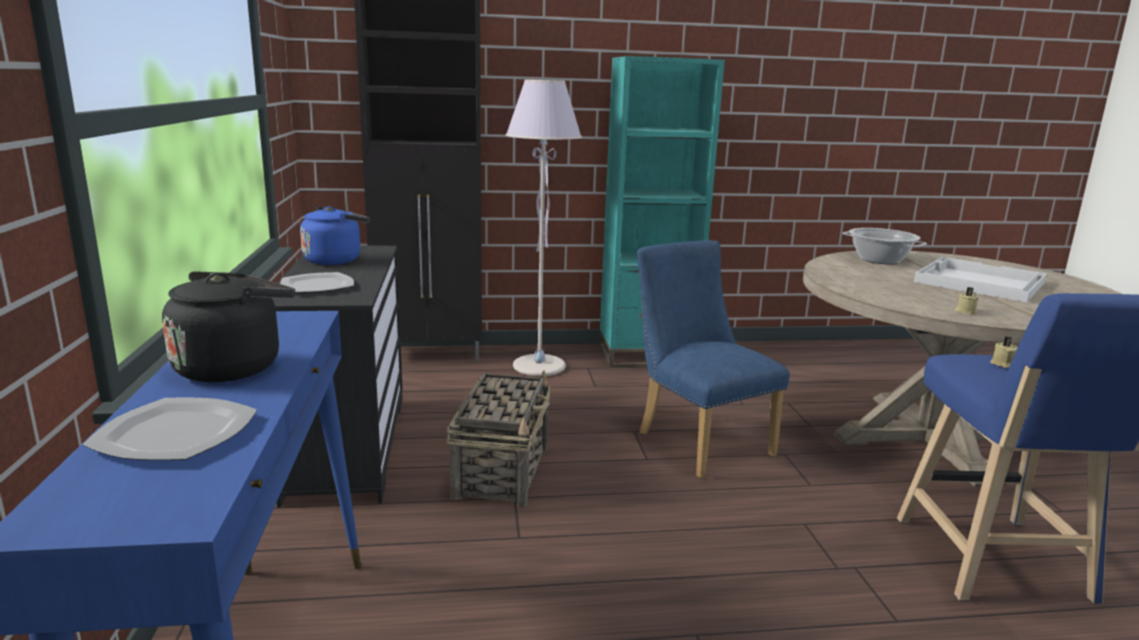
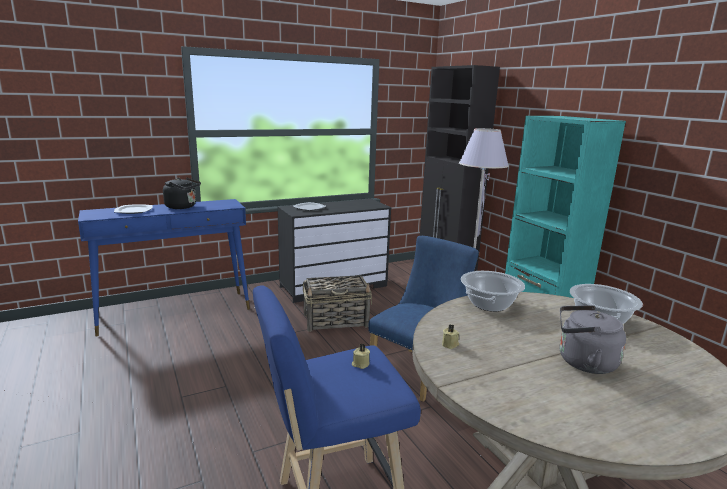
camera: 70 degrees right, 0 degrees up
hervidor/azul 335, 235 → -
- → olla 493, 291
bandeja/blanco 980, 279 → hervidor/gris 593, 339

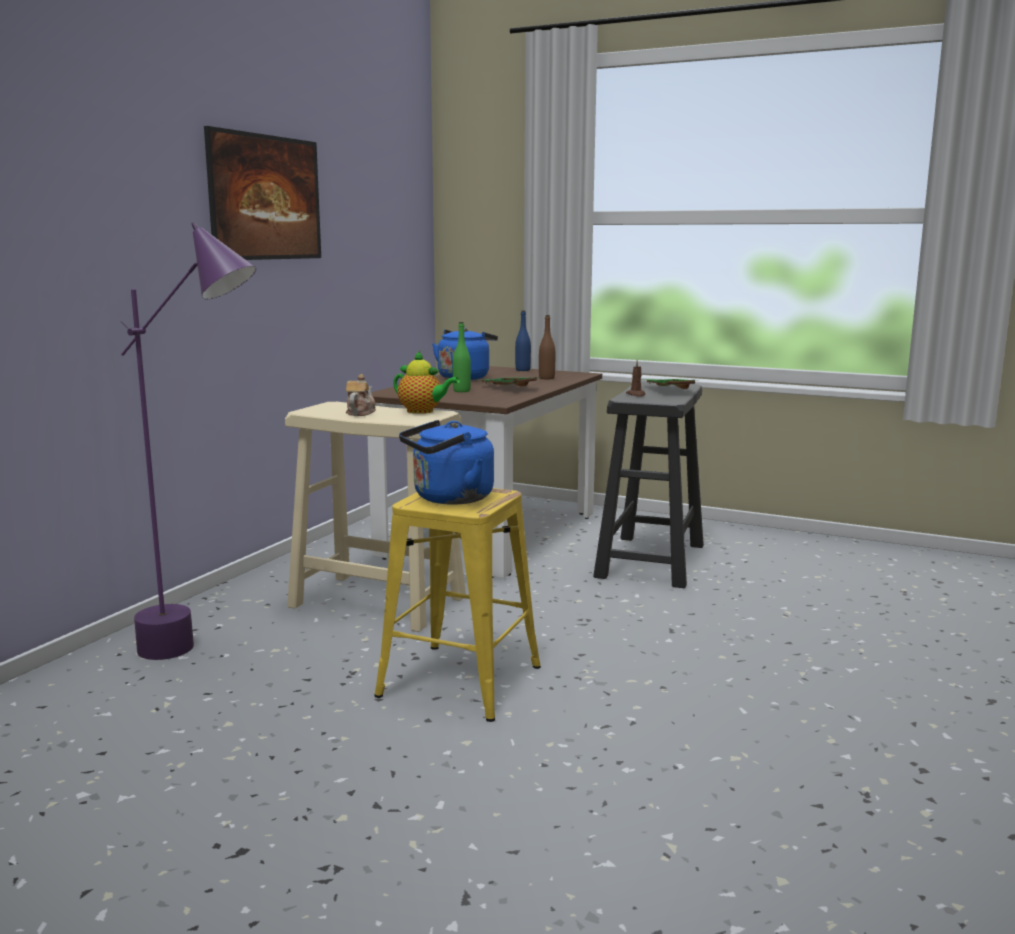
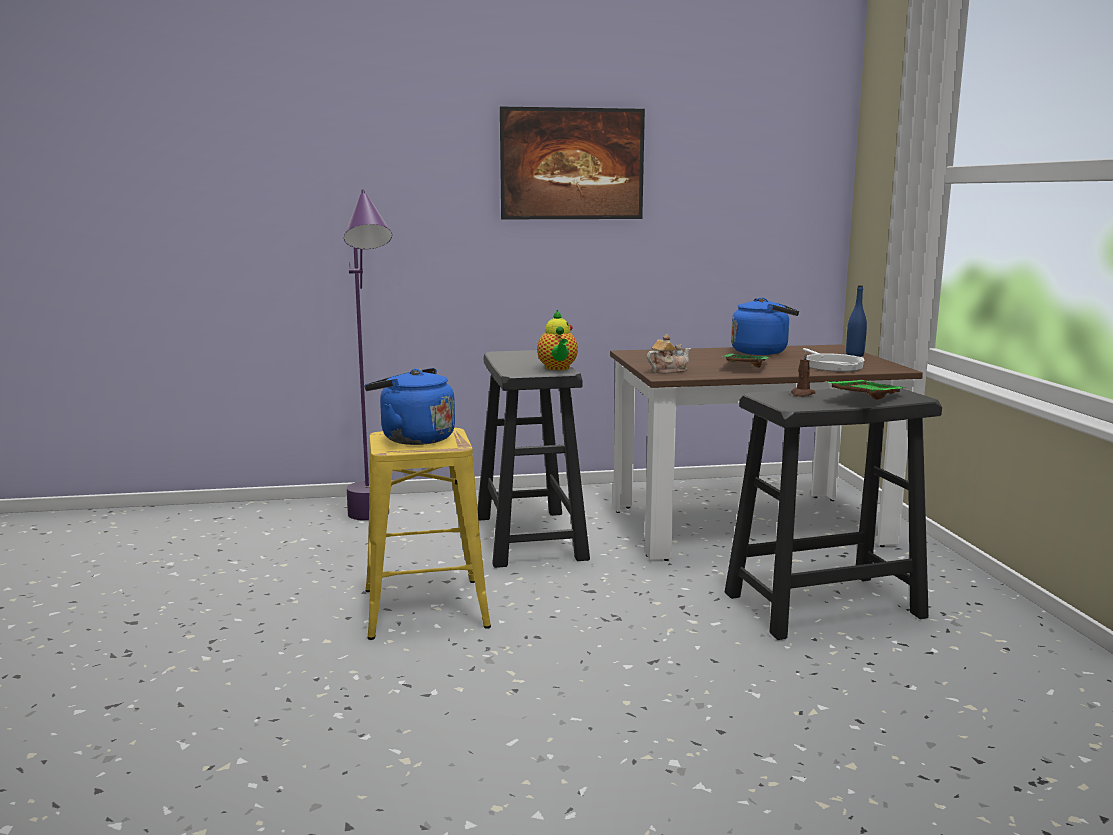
camera: 55 degrees right, 0 degrees up
botella/verde 462, 357 → -
tetera 361, 395 → tetera 669, 354, relocated
botella/marrón 547, 347 → sartén 833, 360
taburete/beis 375, 517 → taburete/negro 533, 459

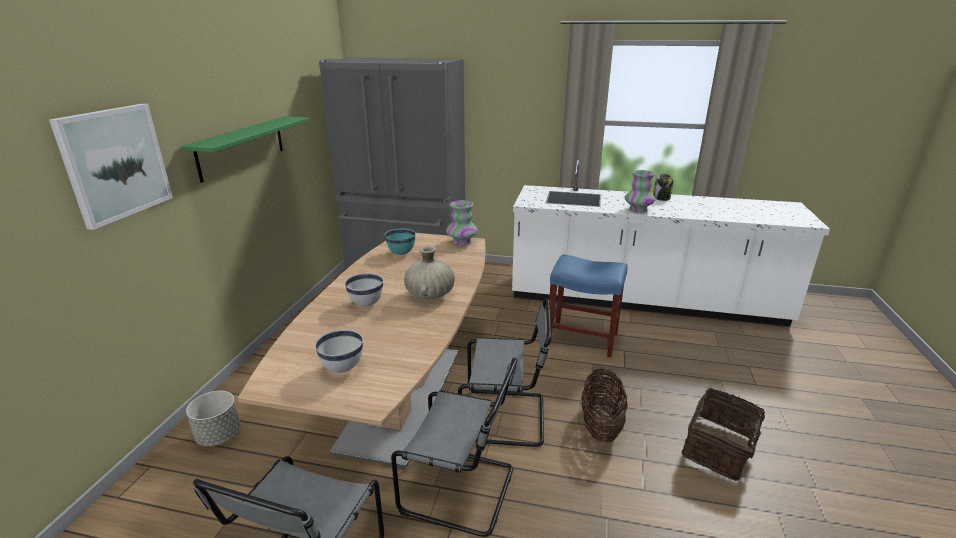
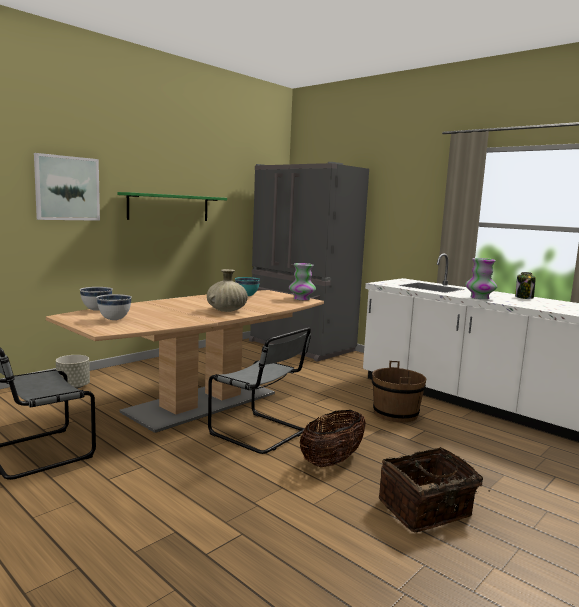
camera: 30 degrees right, 15 degrees down
silla/gris 454, 447 → -
cuenco/blanco 364, 289 → cuenco/blanco 96, 299, relocated
taburete/azul 587, 306 → cubo/marrón 399, 391

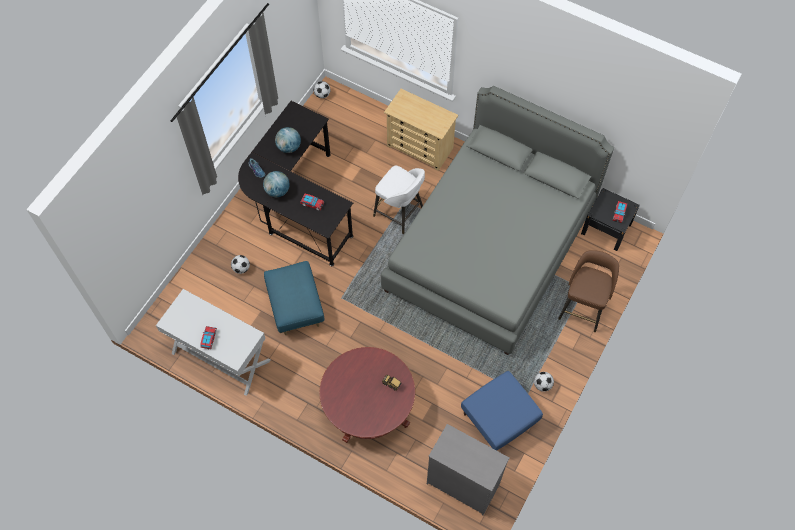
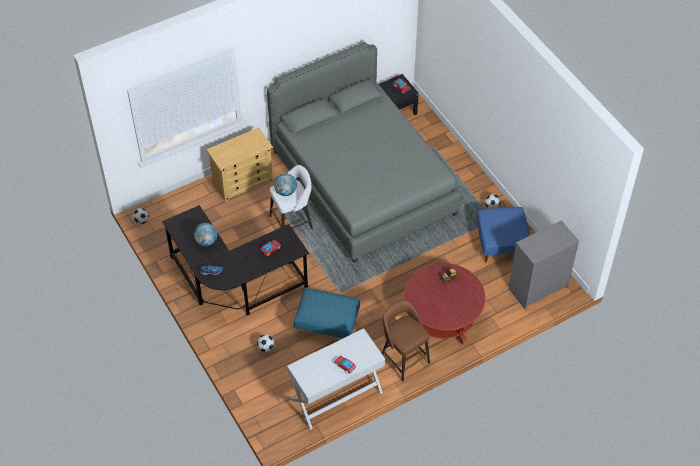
camera: 60 degrees left, 10 degrees down
globo terráqueo 276, 184 → globo terráqueo 285, 184, relocated
taburete/marrón 588, 291 → taburete/marrón 405, 341, relocated

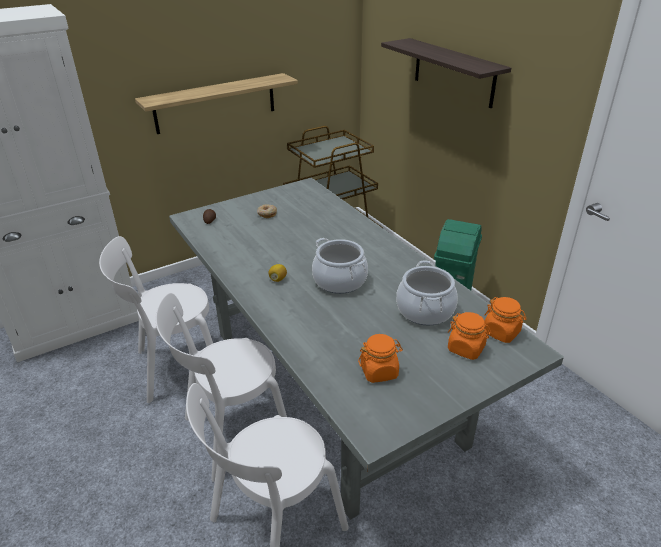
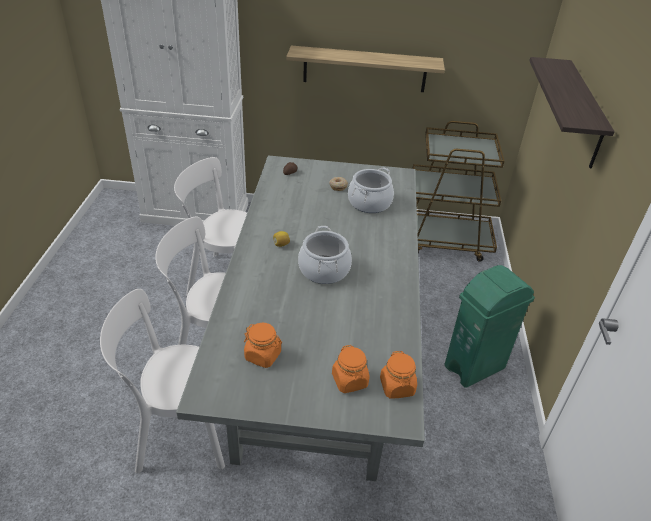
camera: 35 degrees right, 5 degrees up
olla 427, 293 → olla 371, 190, relocated

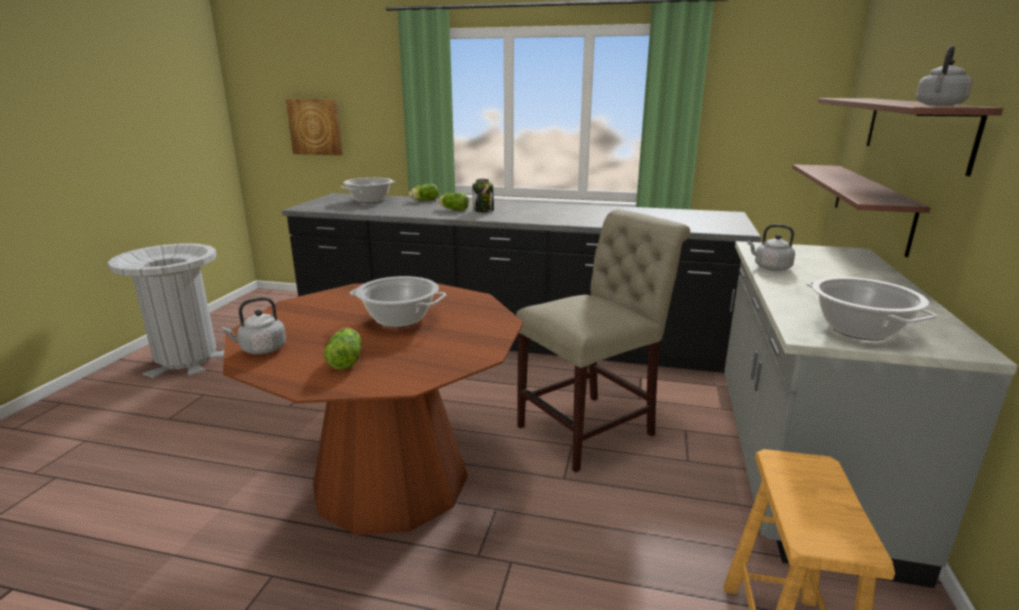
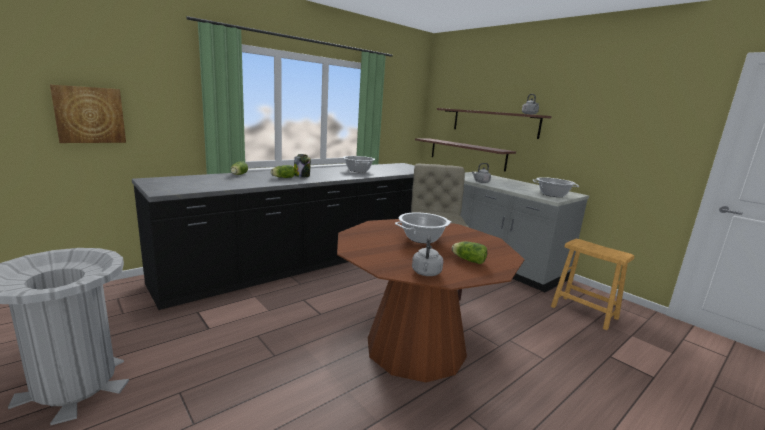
camera: 55 degrees left, 5 degrees down
olla 368, 190 → olla 359, 164, relocated

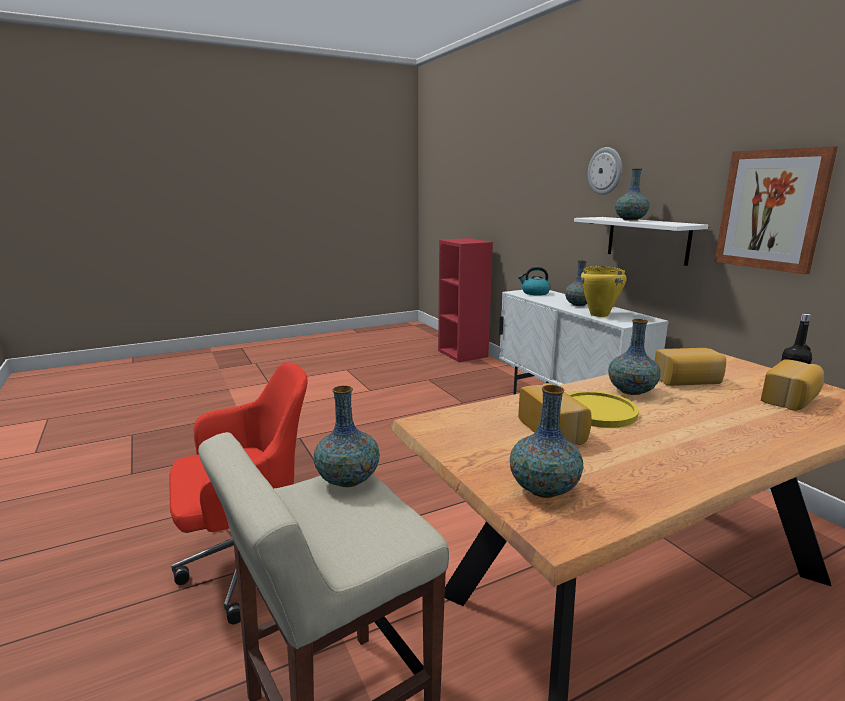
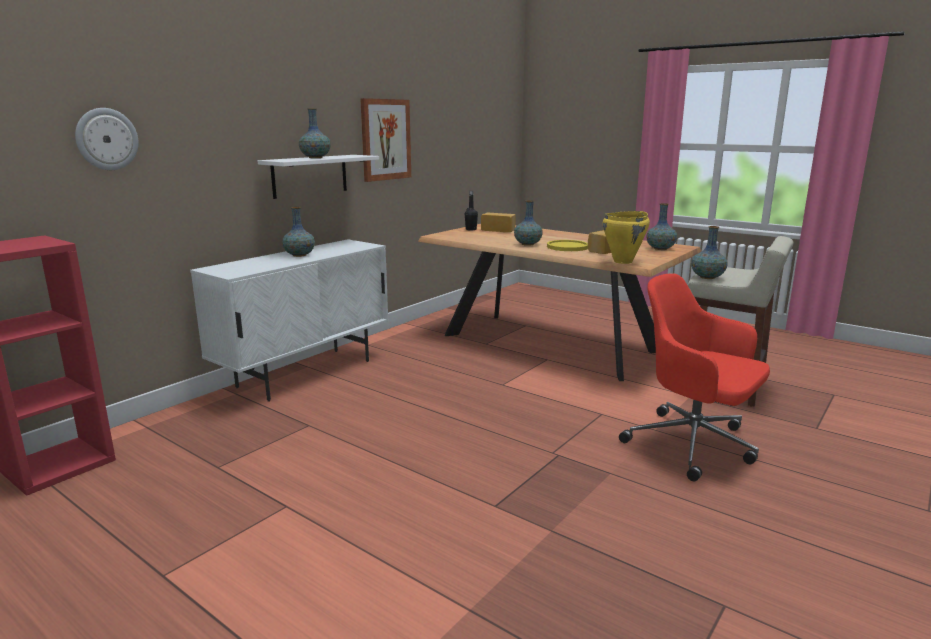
camera: 115 degrees left, 0 degrees up
hervidor 534, 281 → -
pan 690, 367 → -
olla/amarillo 604, 291 → olla/amarillo 626, 237, relocated
reloj de pared 605, 171 → reloj de pared 107, 139, relocated

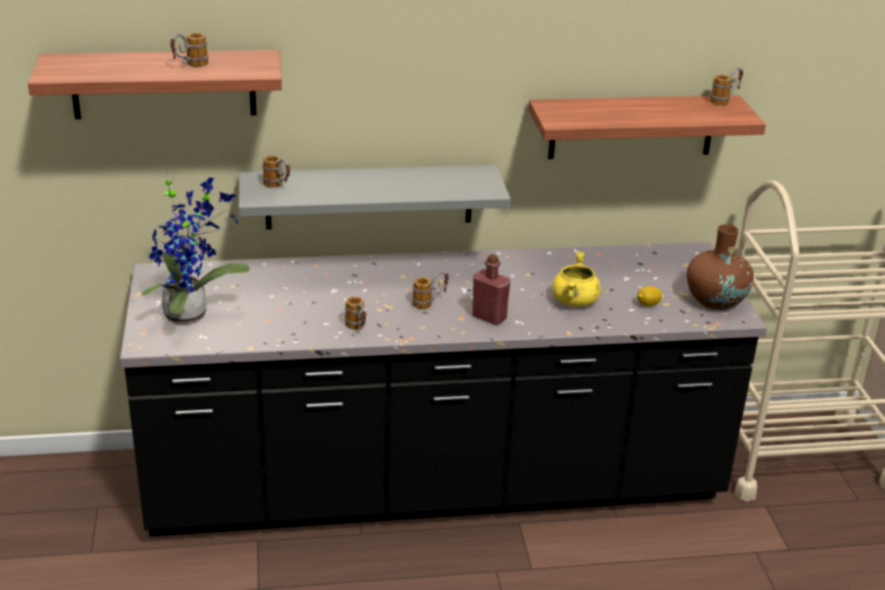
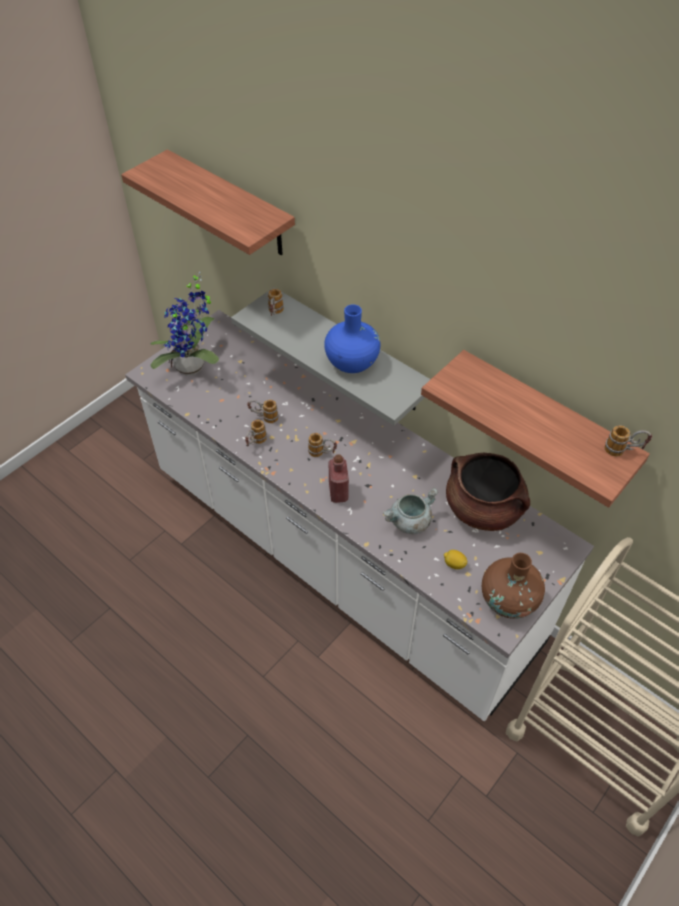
camera: 50 degrees right, 20 degrees up
- → florero/azul 352, 338
- → olla/marrón 488, 492
taza grande 189, 50 → taza grande 263, 411, relocated
mueble bajo de cocina/negro 443, 389 → mueble bajo de cocina/blanco 359, 516
olla/amarillo 576, 279 → olla/gris 410, 511

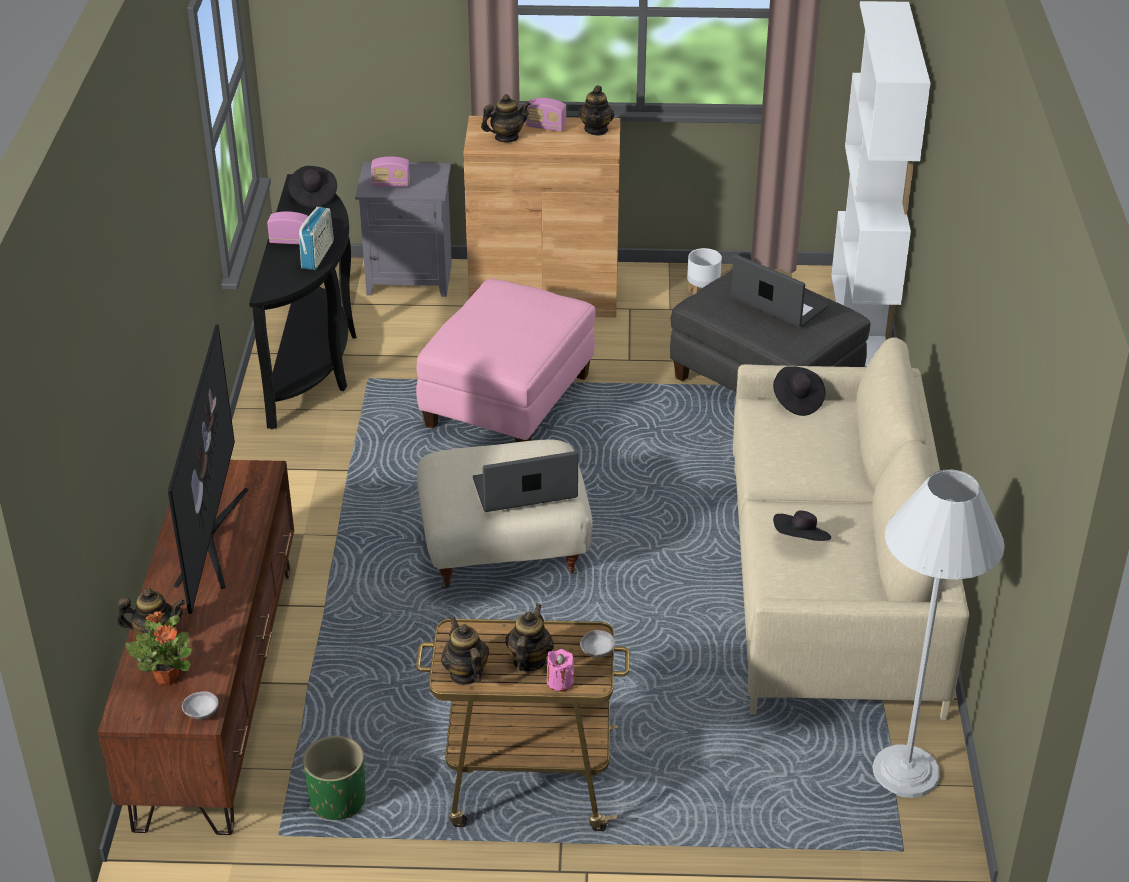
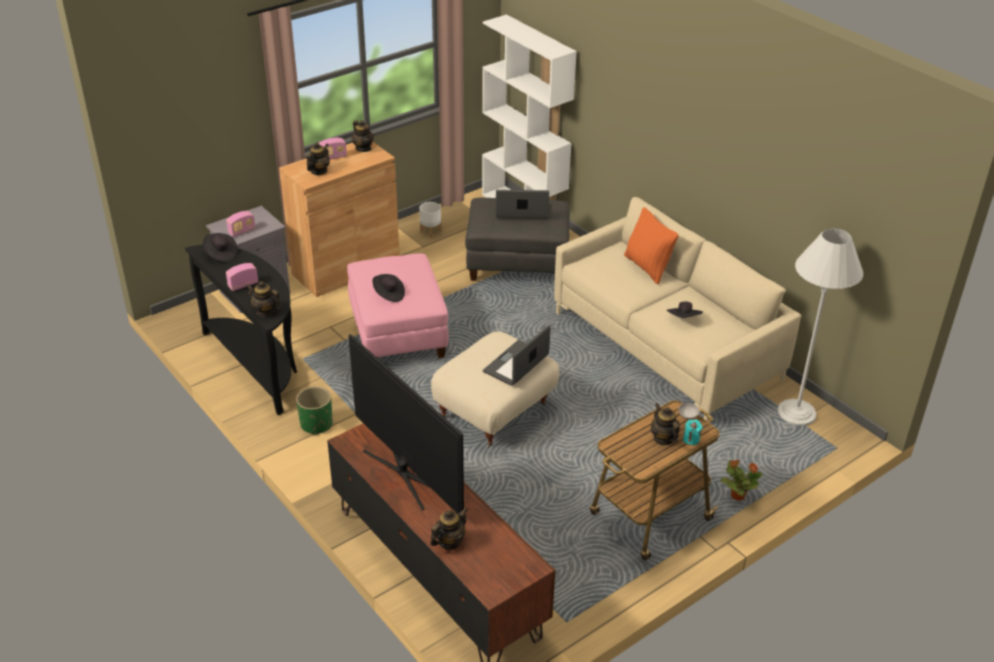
camera: 40 degrees left, 0 degrees up
cuenco/gris 200, 705 → -
radio 316, 238 → -
- → cojín/naranja 651, 245
planta en maceta 158, 648 → planta en maceta 741, 480, relocated
maceta/verde 334, 778 → maceta/verde 314, 410, relocated
tetera 465, 651 → tetera 264, 299, relocated
sombrero/negro 799, 391 → sombrero/negro 389, 288, relocated
vela/rosa 560, 670 → vela/turquesa 692, 432

